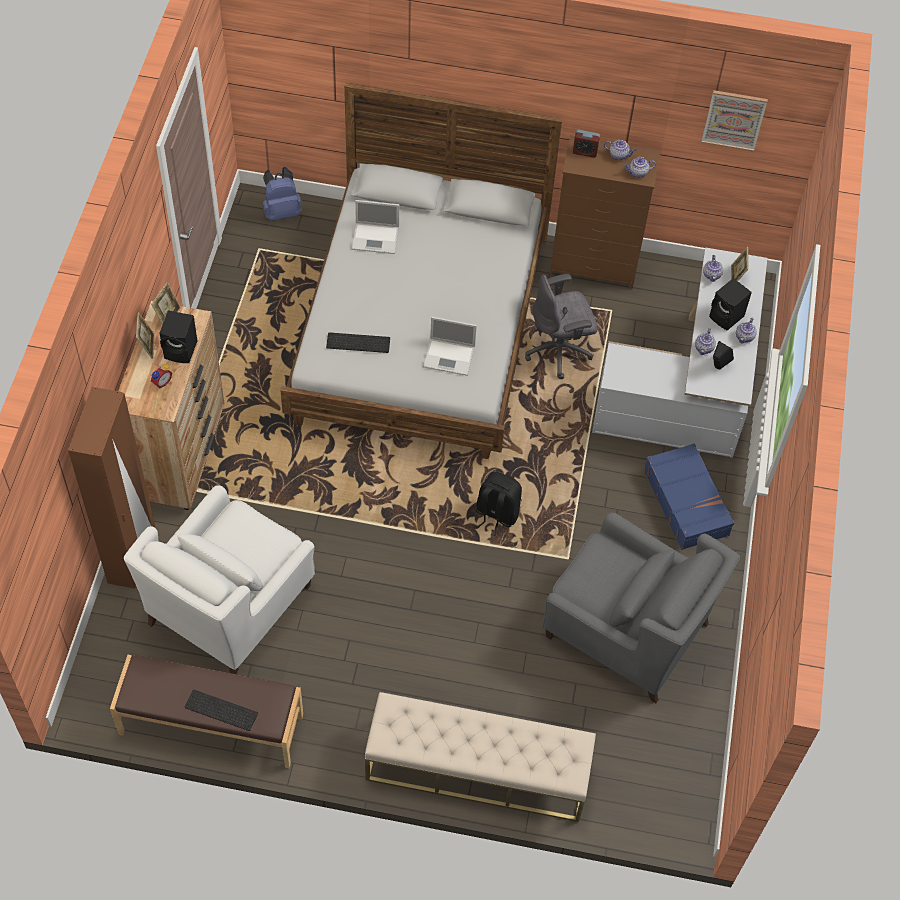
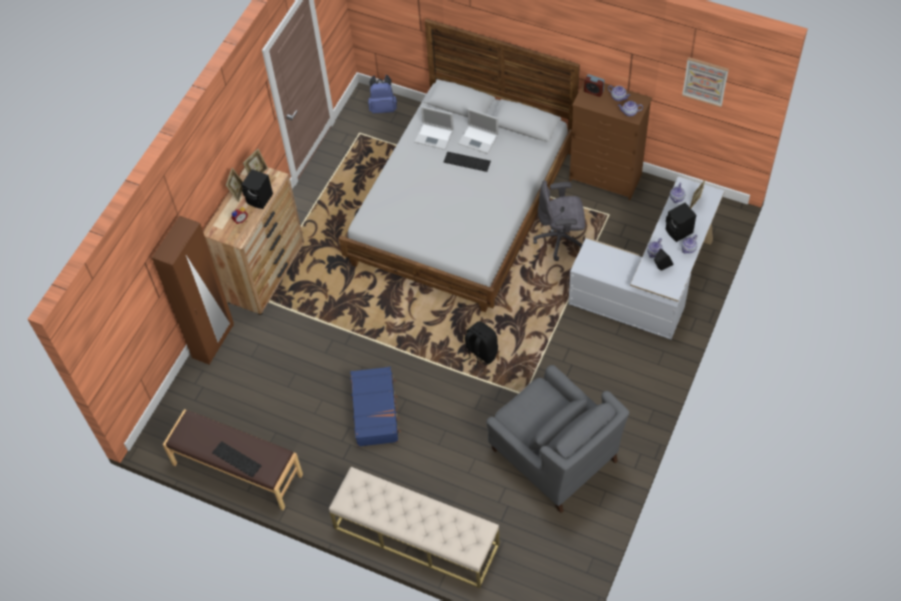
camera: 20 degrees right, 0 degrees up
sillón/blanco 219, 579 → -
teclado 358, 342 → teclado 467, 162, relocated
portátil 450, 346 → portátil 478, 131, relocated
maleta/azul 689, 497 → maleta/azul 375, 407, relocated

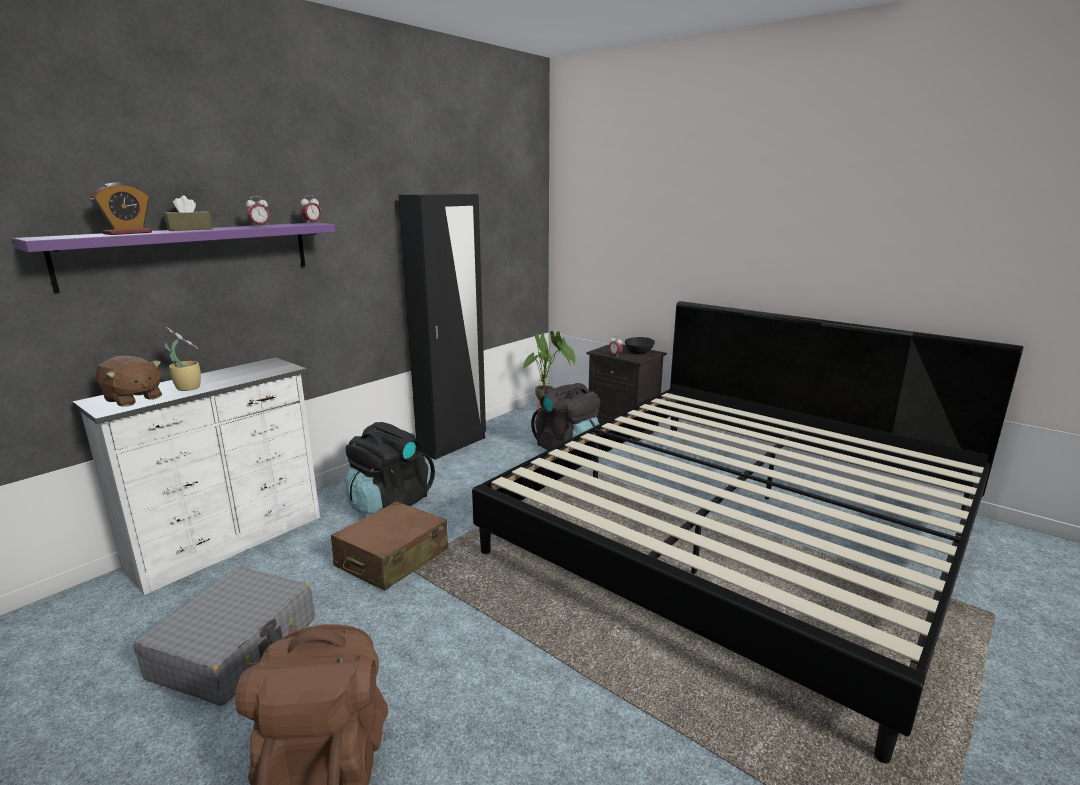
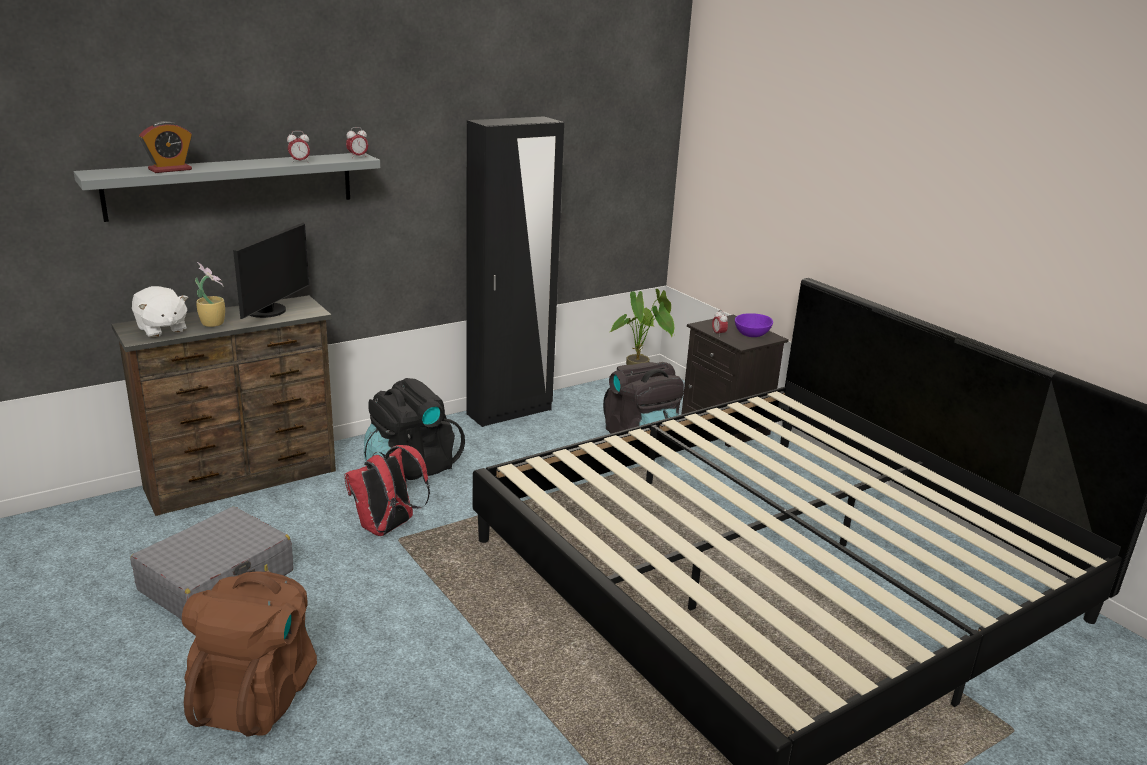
camera: 15 degrees right, 5 degrees up
caja de pañuelos/marrón 188, 213 → -
- → monitor 271, 271
maleta/marrón 389, 545 → mochila/rojo 387, 490
estante/morado 174, 258 → estante/gris 226, 187
cómoda/blanco 196, 476 → cómoda/marrón 223, 405
peluche/marrón 129, 381 → peluche/blanco 160, 311
cuenco/negro 640, 345 → cuenco/morado 754, 325

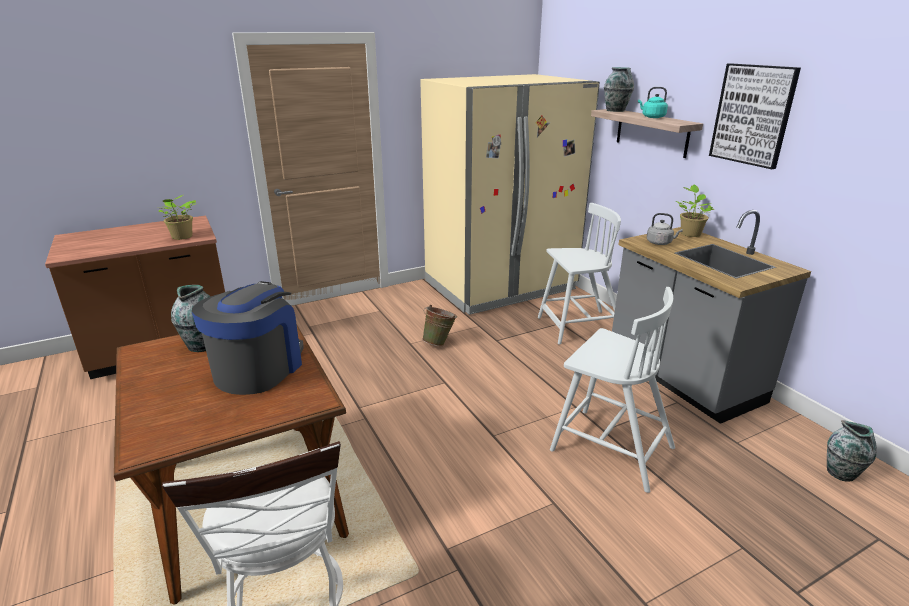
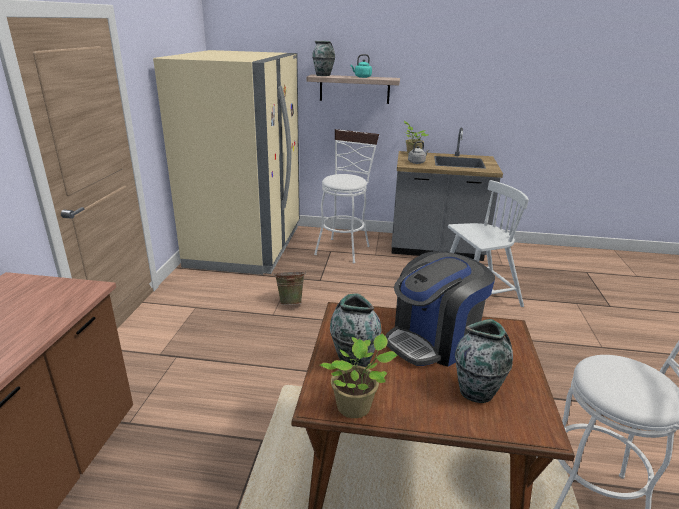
camera: 55 degrees left, 0 degrees up
cuadro 755, 116 → -
planta en maceta 178, 217 → planta en maceta 359, 376, relocated
florero 852, 451 → florero 484, 361, relocated
silla/blanco 579, 274 → taburete/blanco 346, 196
cafetera 248, 338 → cafetera 440, 309, 90 degrees counterclockwise

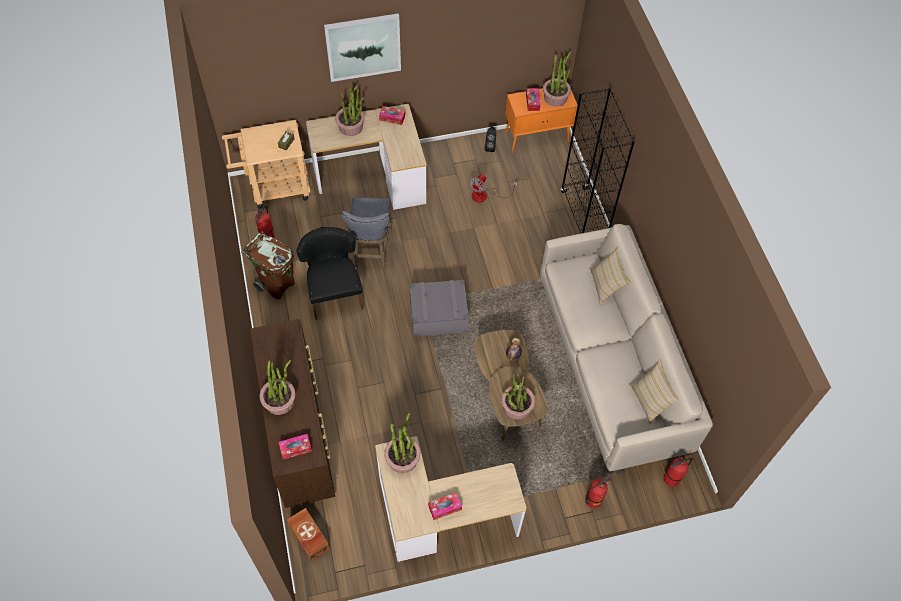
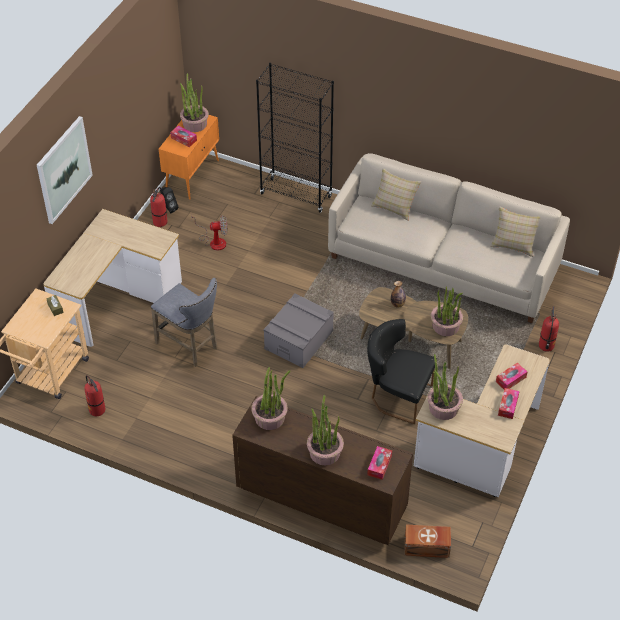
camera: 50 degrees left, 10 degrees down
papelera/marrón 268, 265 → -
silla/negro 330, 273 → silla/negro 402, 371, relocated
planta en maceta 350, 111 → planta en maceta 271, 398, relocated
caja de pañuelos 392, 115 → caja de pañuelos 511, 376, relocated
extintor 678, 472 → extintor 158, 207, relocated
ventilador 493, 188 → ventilador 209, 233, 75 degrees counterclockwise

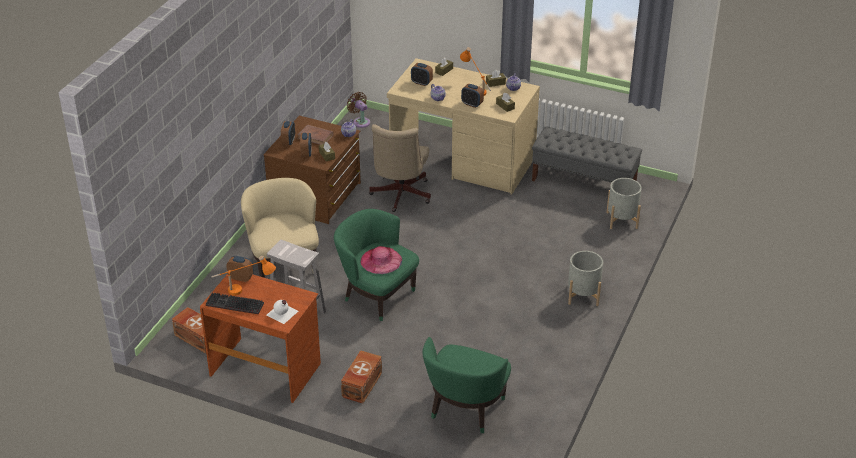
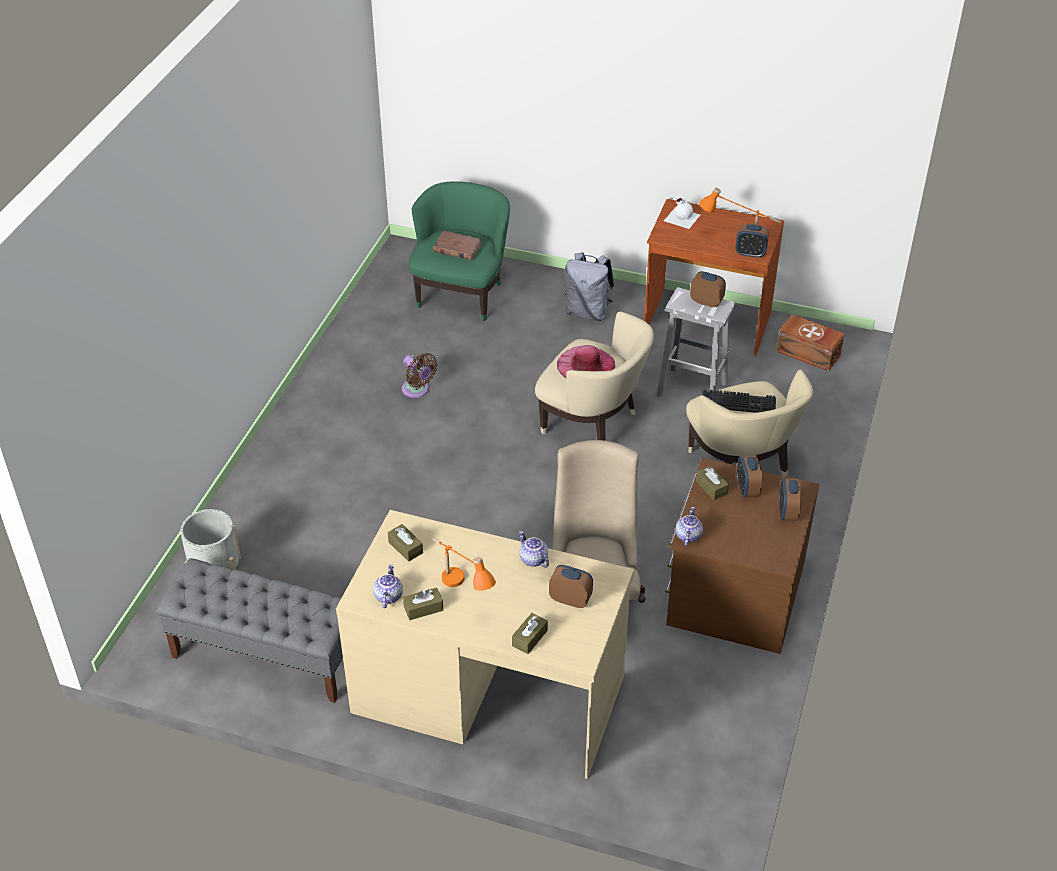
camera: 175 degrees right, 5 degrees up
maceta/gris 585, 278 → -
teclado 235, 303 → teclado 739, 401, relocated
libro/marrón 316, 134 → libro/marrón 457, 245, relocated
ventilador/marrón 358, 110 → ventilador/marrón 419, 375, relocated
despertador 472, 96 → despertador 708, 289, relocated
caja de almacenaje/marrón 361, 376 → mochila/gris 589, 286
sillón/verde 376, 265 → sillón/beis 594, 376

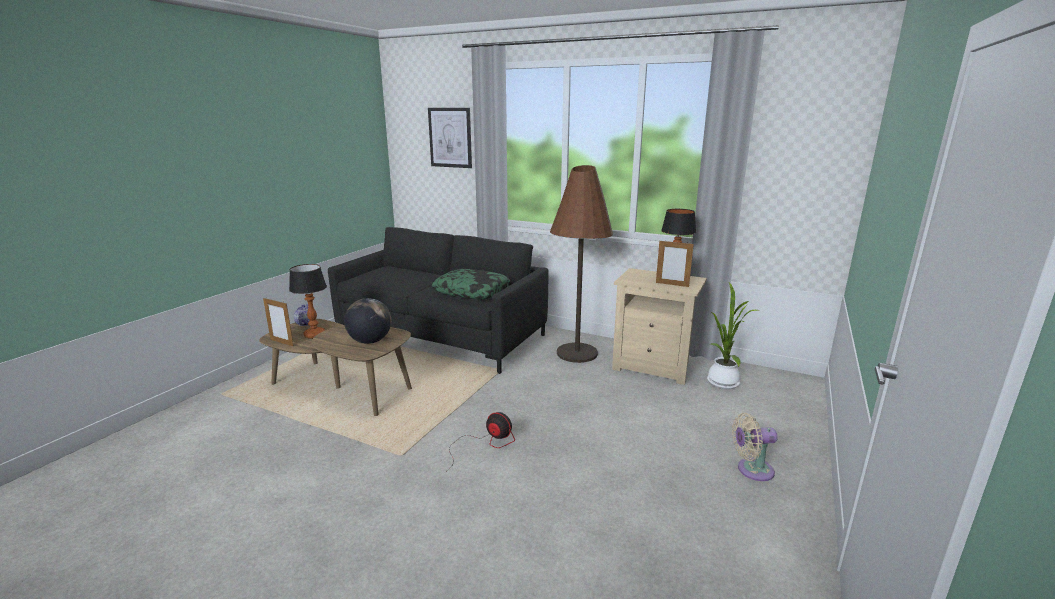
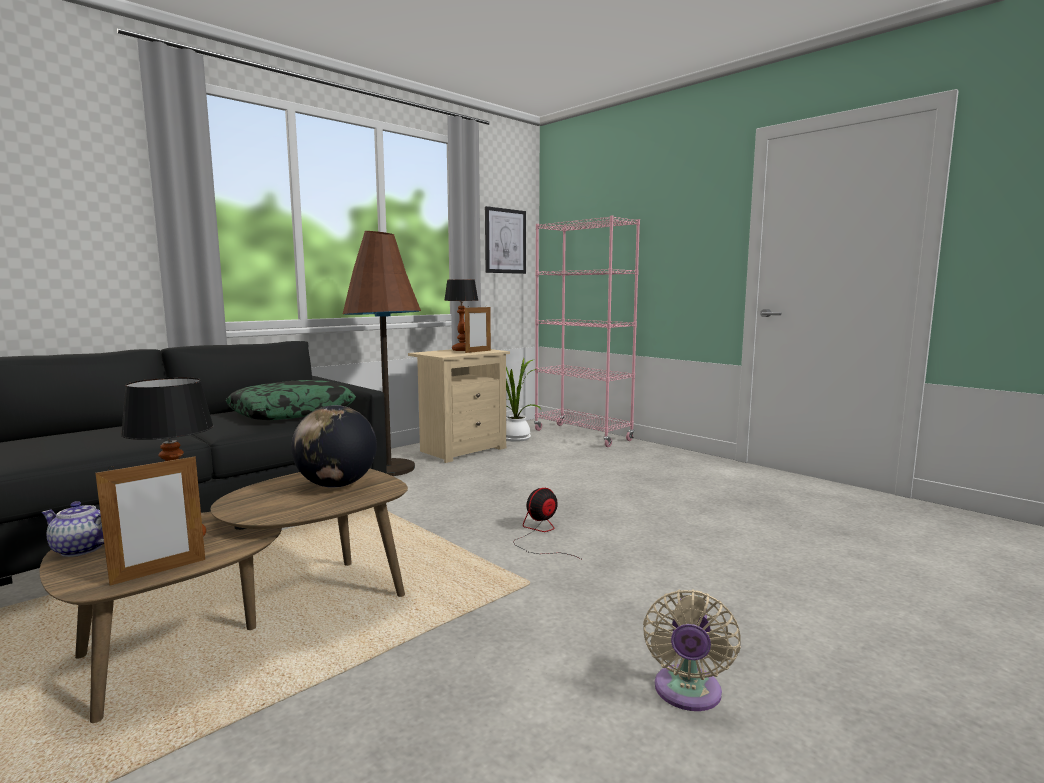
camera: 70 degrees left, 10 degrees down
- → estantería/rosa 587, 331
cuadro 450, 138 → cuadro 505, 240, relocated
ventilador/beis 754, 447 → ventilador/beis 692, 650, relocated

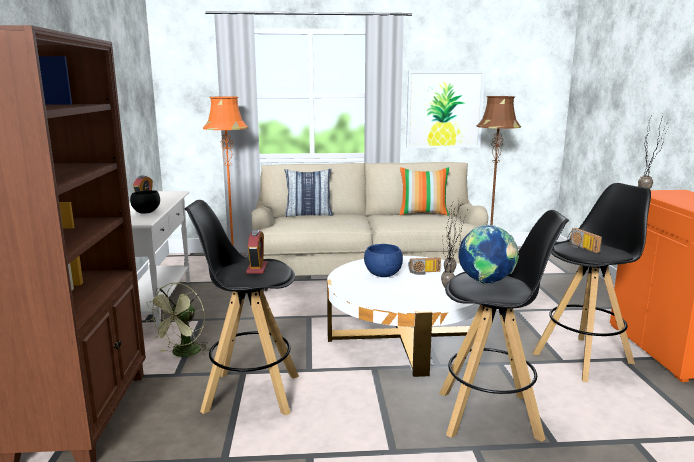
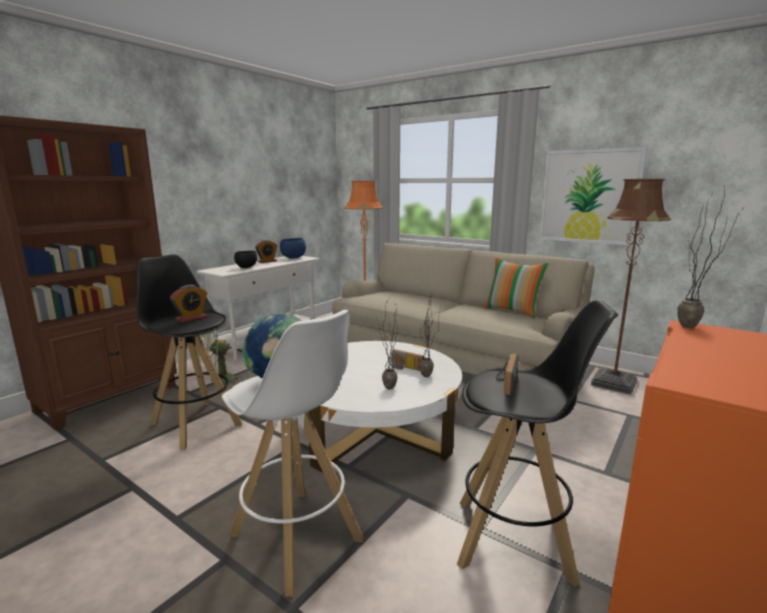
camera: 40 degrees right, 0 degrees up
cojín 309, 192 → -
cuenco/azul 383, 260 → cuenco/azul 293, 248, relocated
taburete/negro 504, 326 → taburete/blanco 293, 453

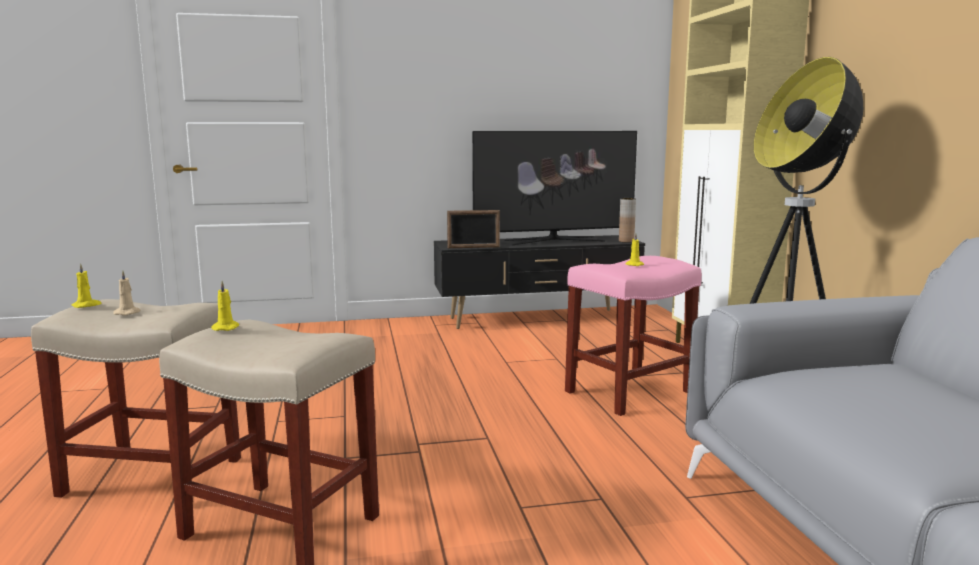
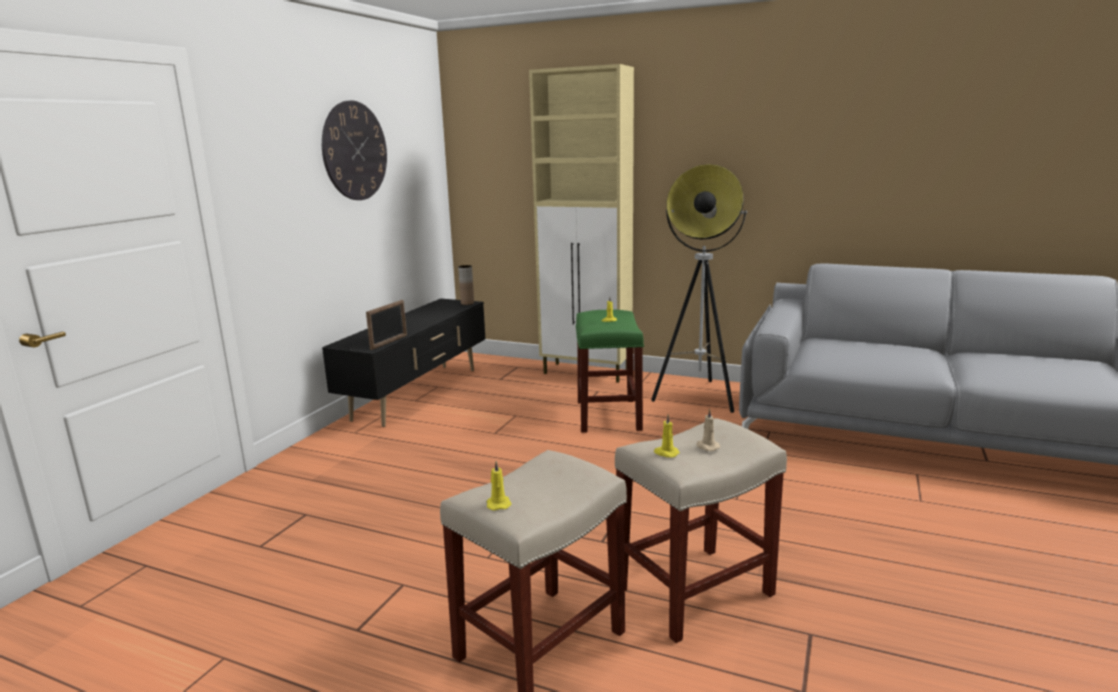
camera: 55 degrees left, 5 degrees up
televisor 554, 188 → -
- → reloj de pared 354, 150
vela/beis 127, 293 → vela/beis 708, 430, relocated
taburete/rosa 633, 336 → taburete/verde 610, 371

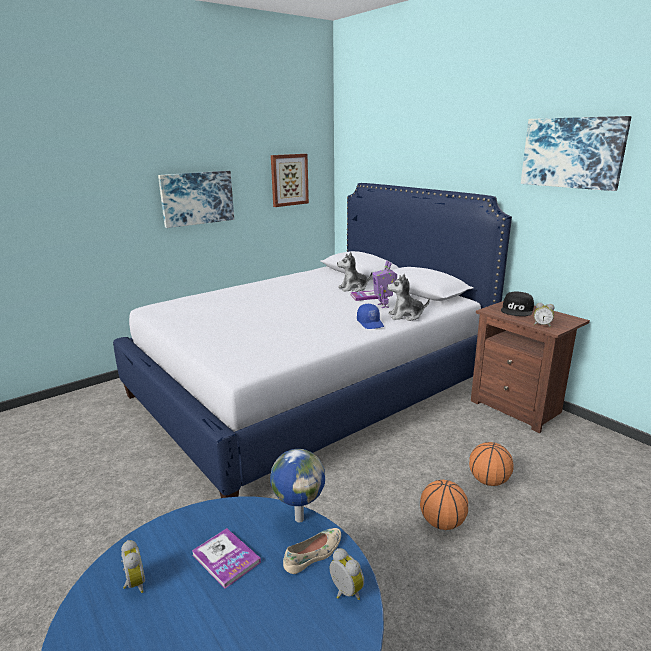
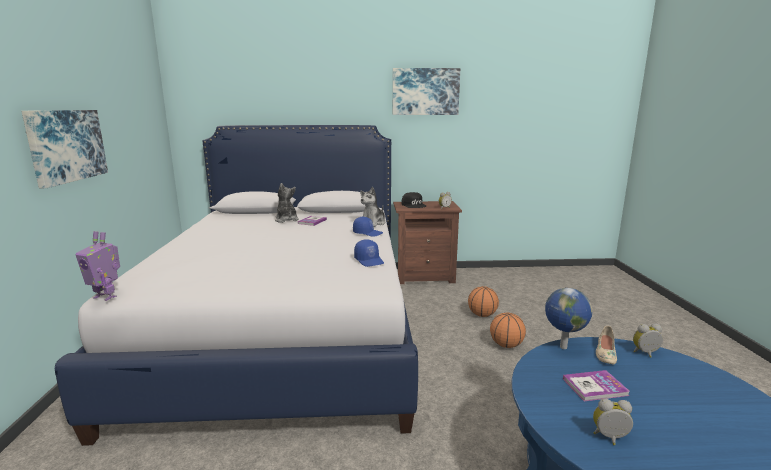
camera: 55 degrees left, 5 degrees down
cuadro 290, 180 → -
- → gorra/azul 369, 253
robot de juguete 384, 284 → robot de juguete 97, 266, relocated
zapato/beis 312, 551 → zapato/beis 606, 345, 150 degrees counterclockwise
peluche 354, 272 → peluche 287, 203, 135 degrees clockwise

